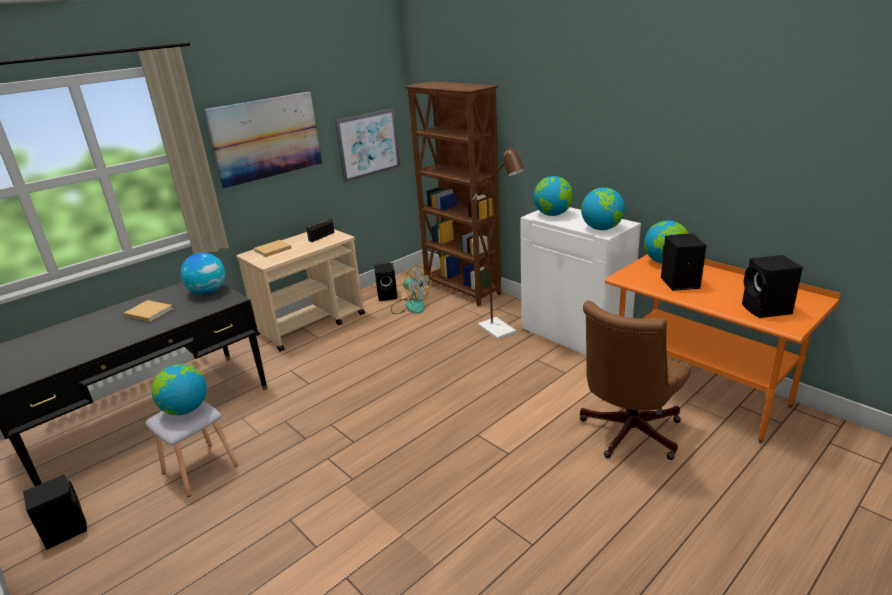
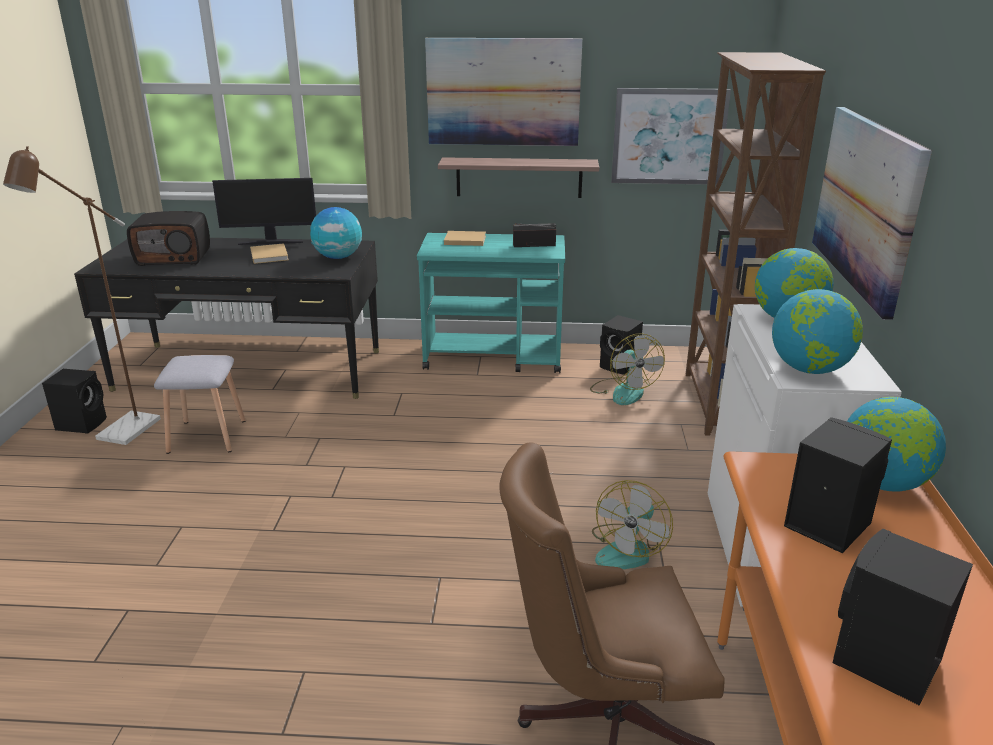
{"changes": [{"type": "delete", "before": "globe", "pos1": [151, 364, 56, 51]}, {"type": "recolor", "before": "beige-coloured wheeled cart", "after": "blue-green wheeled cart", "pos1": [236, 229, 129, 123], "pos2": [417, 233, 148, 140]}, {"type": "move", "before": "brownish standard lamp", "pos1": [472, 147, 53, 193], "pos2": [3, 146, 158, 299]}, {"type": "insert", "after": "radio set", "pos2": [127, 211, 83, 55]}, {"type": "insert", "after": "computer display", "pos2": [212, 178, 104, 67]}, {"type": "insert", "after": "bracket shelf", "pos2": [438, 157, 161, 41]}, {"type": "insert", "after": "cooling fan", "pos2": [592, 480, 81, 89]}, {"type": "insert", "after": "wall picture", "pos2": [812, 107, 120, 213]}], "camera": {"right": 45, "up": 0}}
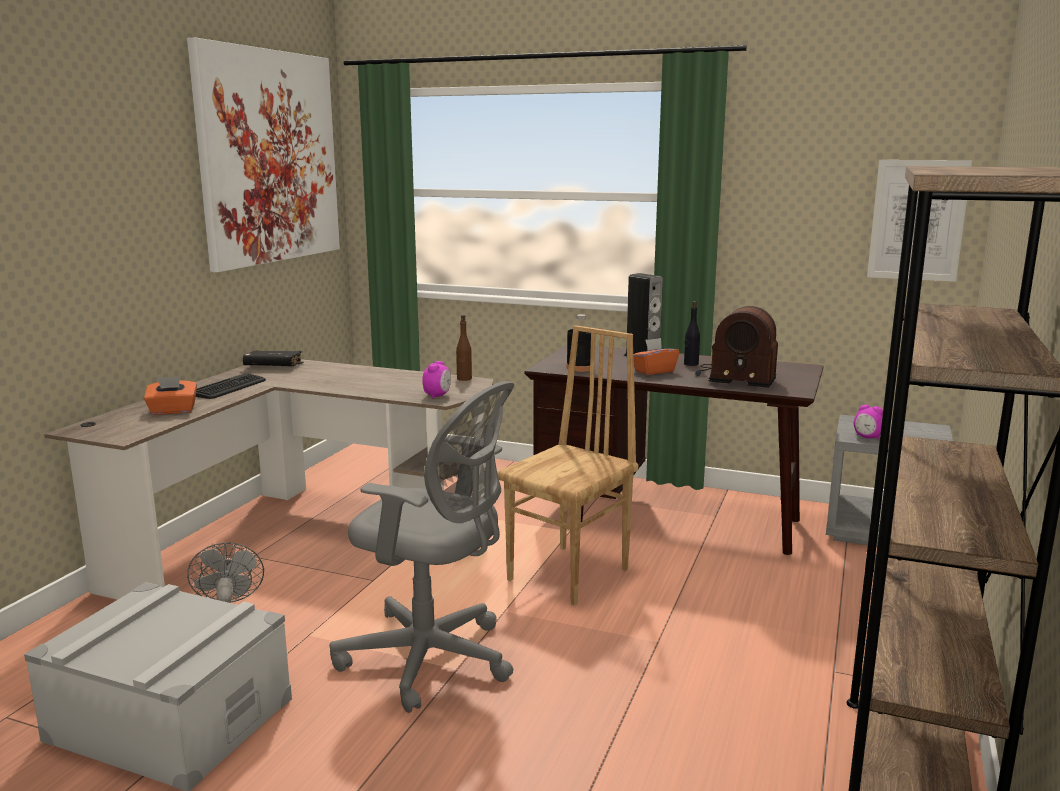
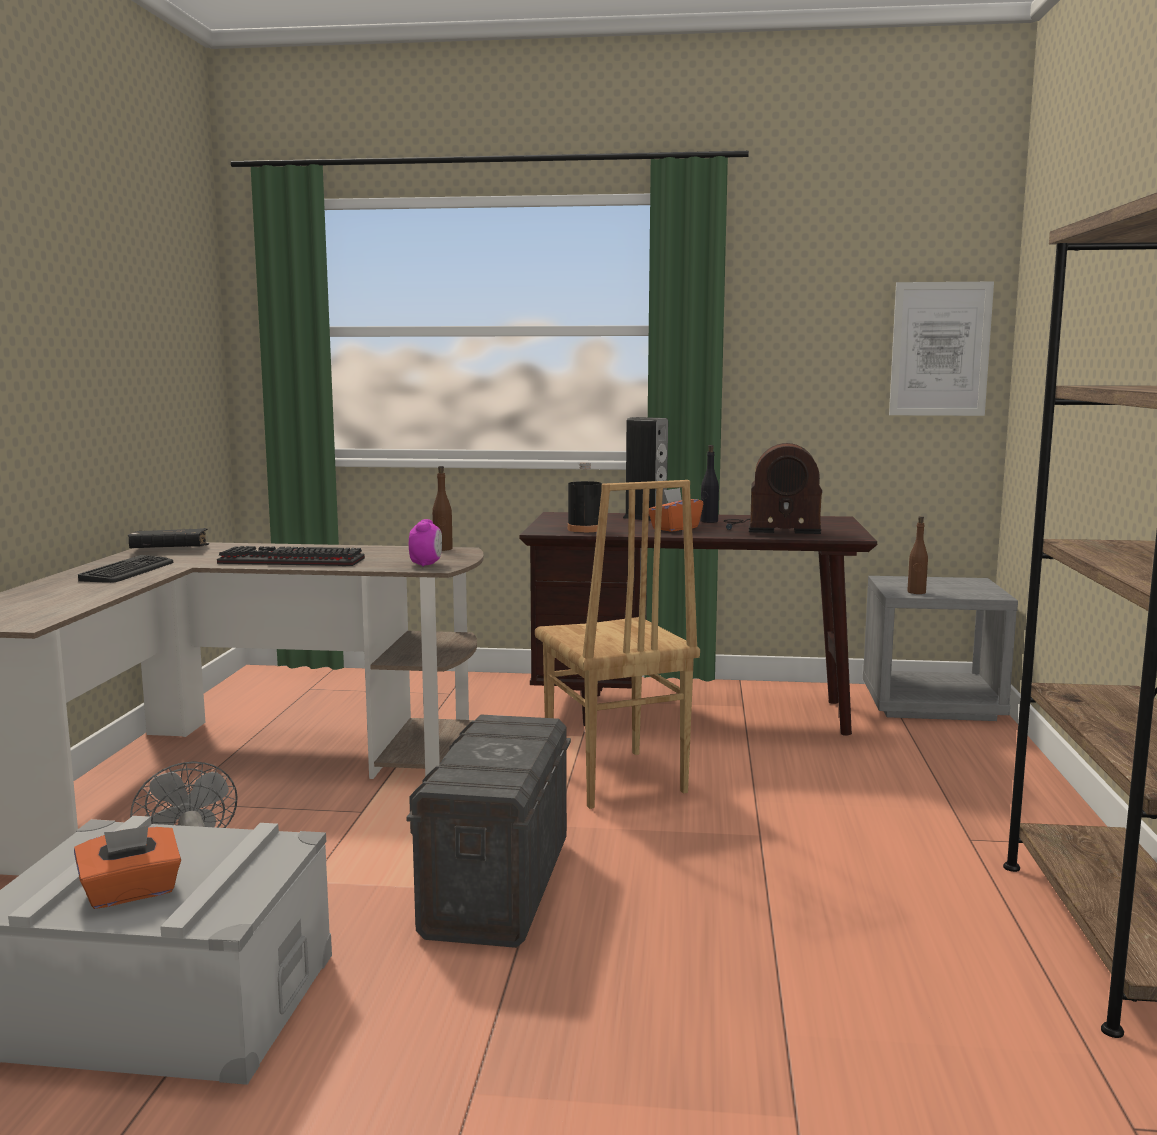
{"changes": [{"type": "move", "before": "orange-coloured tissue holder", "pos1": [144, 377, 53, 38], "pos2": [74, 826, 107, 83]}, {"type": "delete", "before": "wall picture", "pos1": [187, 37, 153, 235]}, {"type": "replace", "before": "grey computer chair", "after": "grey storage box", "pos1": [330, 381, 184, 332], "pos2": [406, 715, 165, 233]}, {"type": "rotate", "before": "brownish chair", "pos1": [497, 325, 142, 281], "pos2": [535, 480, 165, 329], "turn": 135}, {"type": "replace", "before": "alarm clock", "after": "brownish drink bottle", "pos1": [854, 405, 29, 34], "pos2": [907, 516, 21, 78]}, {"type": "insert", "after": "keyboard", "pos2": [217, 546, 148, 20]}], "camera": {"right": -15, "up": -5}}
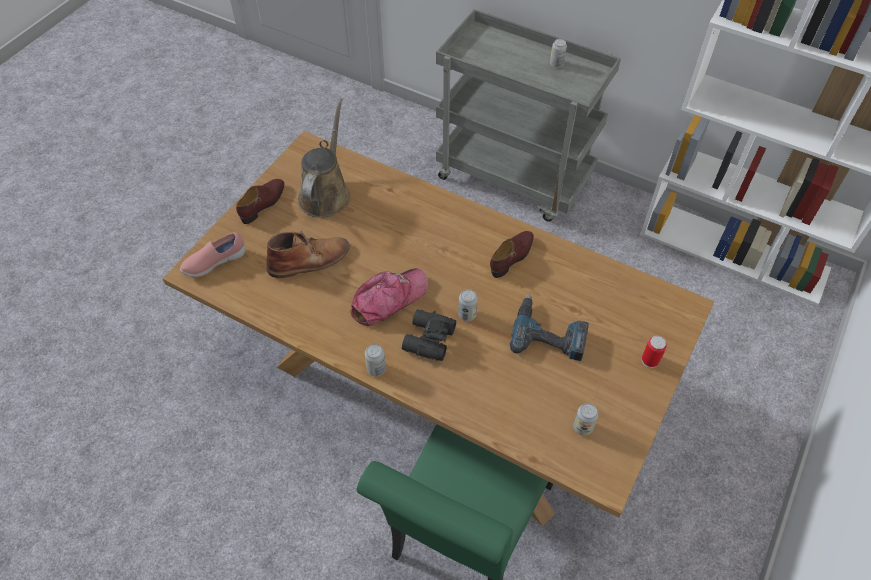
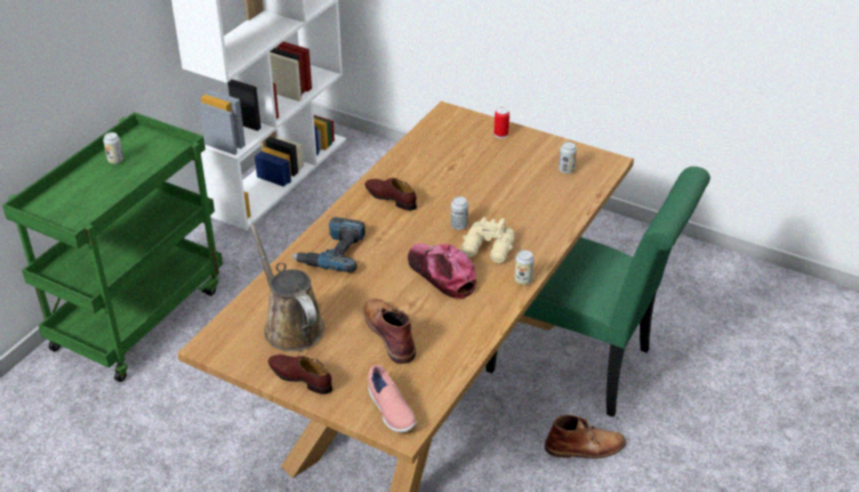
{"changes": [{"type": "rotate", "before": "brownish sprinkling can", "pos1": [298, 98, 52, 120], "pos2": [249, 223, 76, 128], "turn": 45}, {"type": "recolor", "before": "blackish field glasses", "after": "beige-coloured field glasses", "pos1": [402, 309, 54, 52], "pos2": [461, 217, 54, 46]}, {"type": "recolor", "before": "grey wheeled cart", "after": "greenish wheeled cart", "pos1": [436, 9, 185, 213], "pos2": [2, 112, 221, 270]}, {"type": "move", "before": "electric drill", "pos1": [510, 294, 79, 67], "pos2": [291, 217, 74, 56]}, {"type": "insert", "after": "brownish tall boot", "pos2": [544, 415, 82, 43]}], "camera": {"right": -90, "up": -15}}
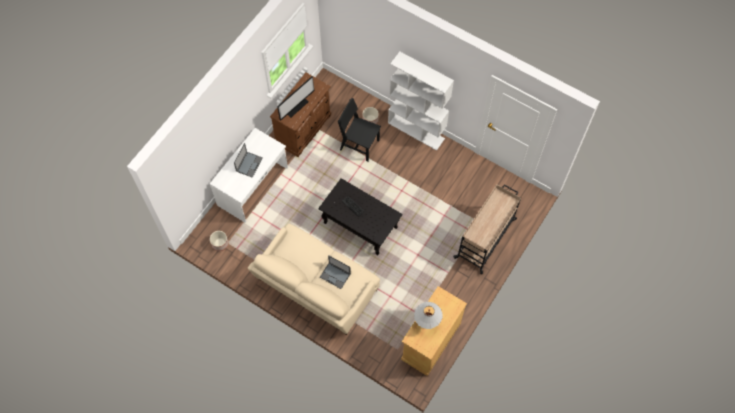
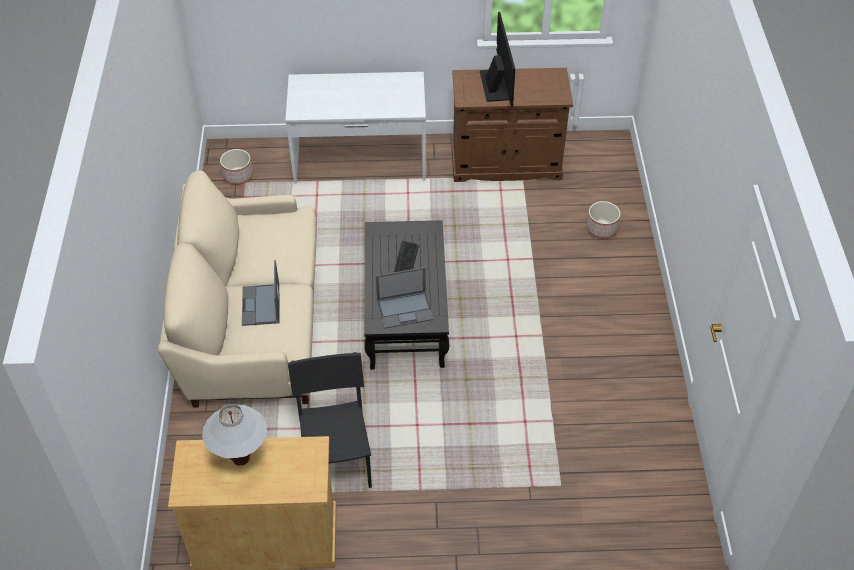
{"changes": [{"type": "move", "before": "portable computer", "pos1": [234, 143, 29, 35], "pos2": [376, 267, 58, 62]}, {"type": "rotate", "before": "computer display", "pos1": [277, 76, 37, 45], "pos2": [480, 12, 35, 95], "turn": -105}, {"type": "move", "before": "blackish chair", "pos1": [338, 98, 43, 63], "pos2": [288, 352, 84, 136]}, {"type": "delete", "before": "white shelving unit", "pos1": [388, 52, 66, 99]}, {"type": "delete", "before": "beige-coloured wheeled cart", "pos1": [453, 184, 68, 90]}], "camera": {"right": 55, "up": -15}}
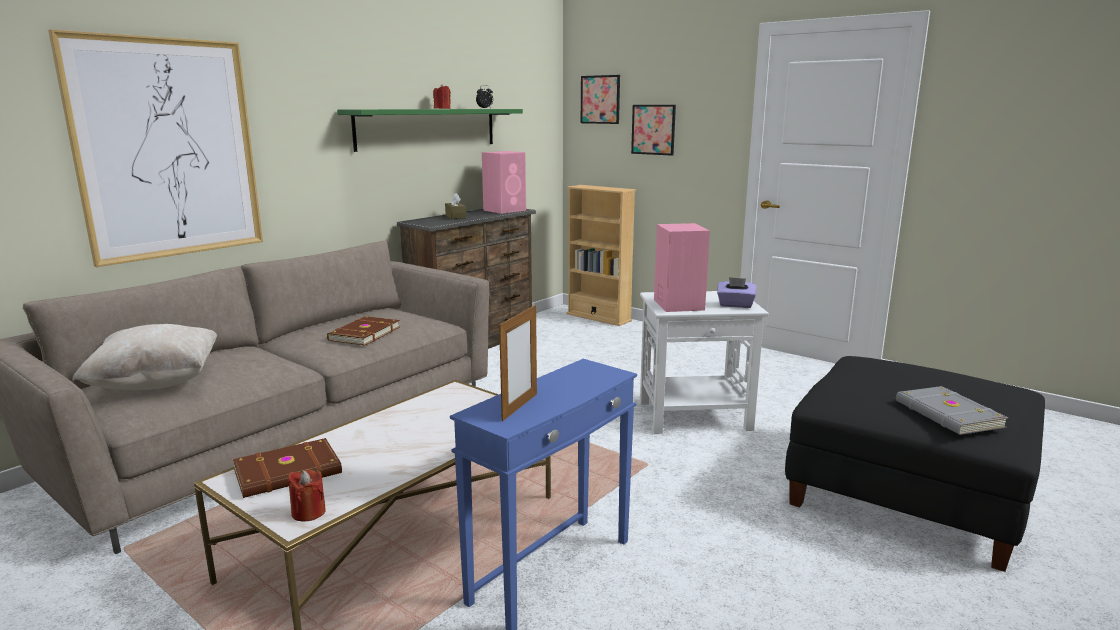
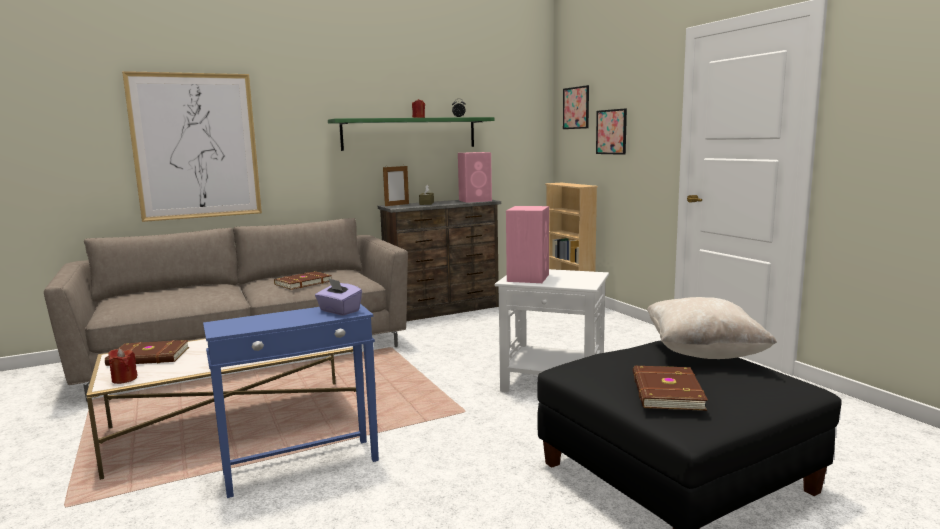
{"changes": [{"type": "move", "before": "beige-coloured cushion", "pos1": [72, 324, 145, 66], "pos2": [647, 297, 130, 62]}, {"type": "move", "before": "picture frame", "pos1": [499, 304, 38, 117], "pos2": [383, 166, 26, 40]}, {"type": "move", "before": "purple-coloured tissue holder", "pos1": [717, 277, 39, 31], "pos2": [315, 278, 47, 38]}, {"type": "recolor", "before": "grey volume", "after": "brownish volume", "pos1": [896, 386, 112, 49], "pos2": [633, 366, 75, 45]}], "camera": {"right": 25, "up": -5}}
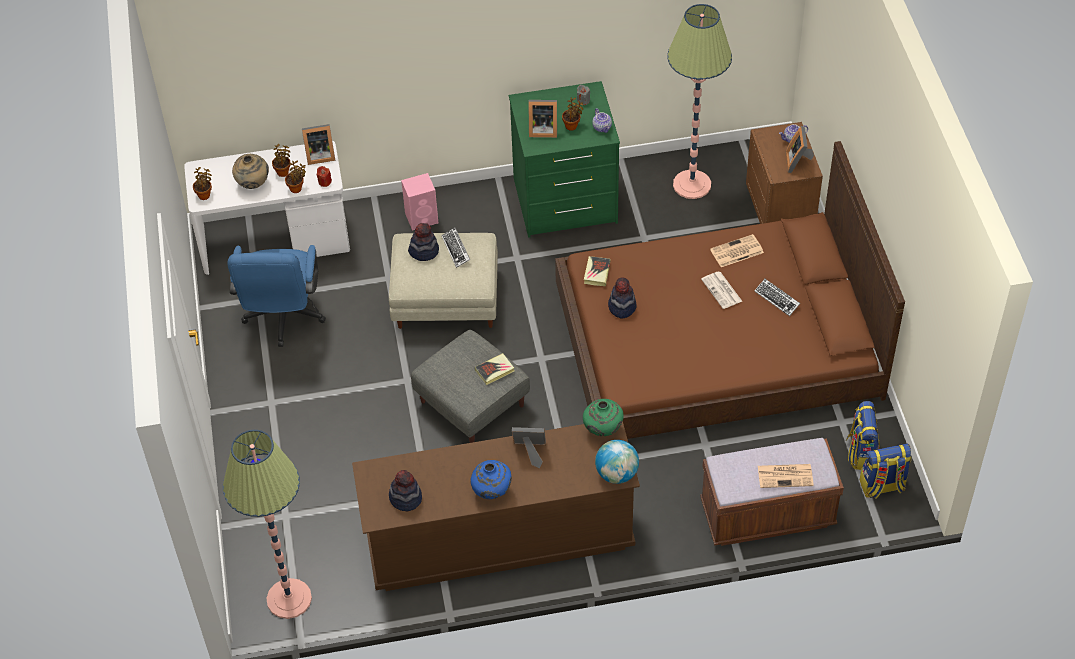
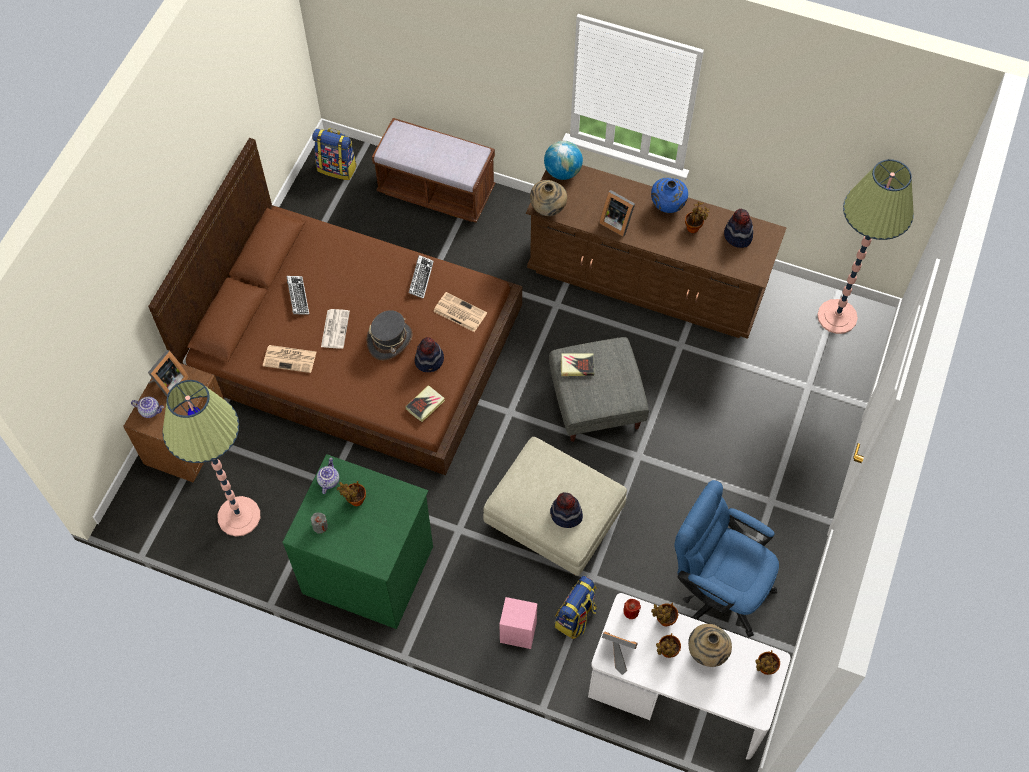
{"changes": [{"type": "rotate", "before": "blue computer chair", "pos1": [227, 245, 99, 102], "pos2": [674, 480, 105, 157], "turn": -90}, {"type": "move", "before": "keyboard", "pos1": [441, 228, 29, 40], "pos2": [409, 255, 25, 44]}, {"type": "delete", "before": "picture frame", "pos1": [529, 100, 28, 38]}, {"type": "recolor", "before": "greenish flower vase", "after": "beige-coloured flower vase", "pos1": [583, 399, 41, 37], "pos2": [530, 180, 37, 36]}, {"type": "move", "before": "daily paper", "pos1": [758, 464, 56, 24], "pos2": [433, 292, 54, 40]}, {"type": "move", "before": "backpack", "pos1": [846, 401, 34, 69], "pos2": [555, 576, 42, 63]}, {"type": "insert", "after": "grey wearable hat", "pos2": [367, 310, 45, 50]}, {"type": "insert", "after": "potted plant", "pos2": [685, 202, 25, 31]}], "camera": {"right": -150, "up": 10}}
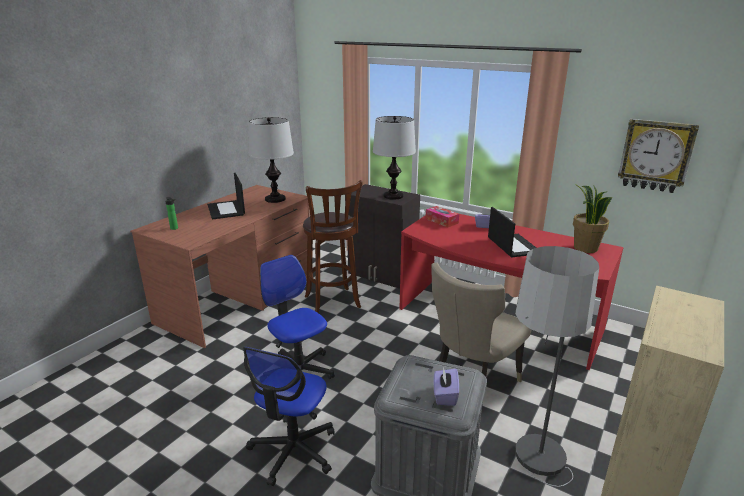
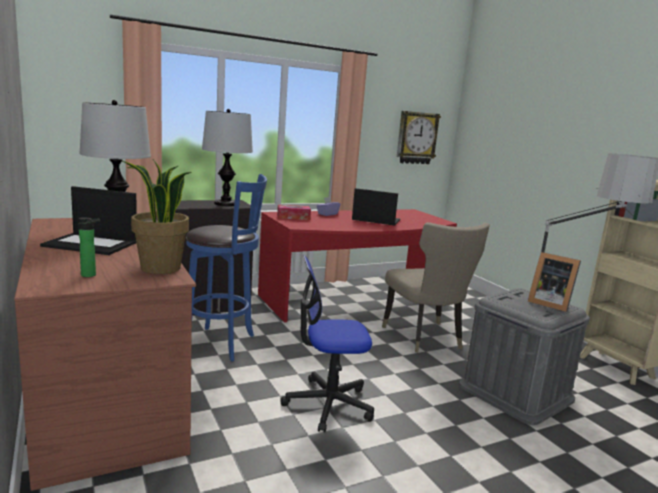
{"changes": [{"type": "delete", "before": "computer chair", "pos1": [243, 347, 92, 139]}, {"type": "recolor", "before": "brownish sitting stool", "after": "blue sitting stool", "pos1": [303, 180, 60, 133], "pos2": [186, 174, 81, 188]}, {"type": "replace", "before": "purple-coloured tissue holder", "after": "picture frame", "pos1": [434, 367, 25, 39], "pos2": [528, 252, 53, 60]}, {"type": "move", "before": "potted plant", "pos1": [573, 184, 39, 69], "pos2": [123, 159, 69, 115]}], "camera": {"right": -60, "up": -10}}
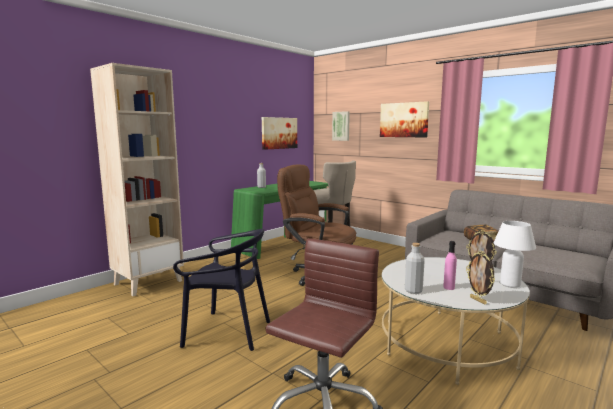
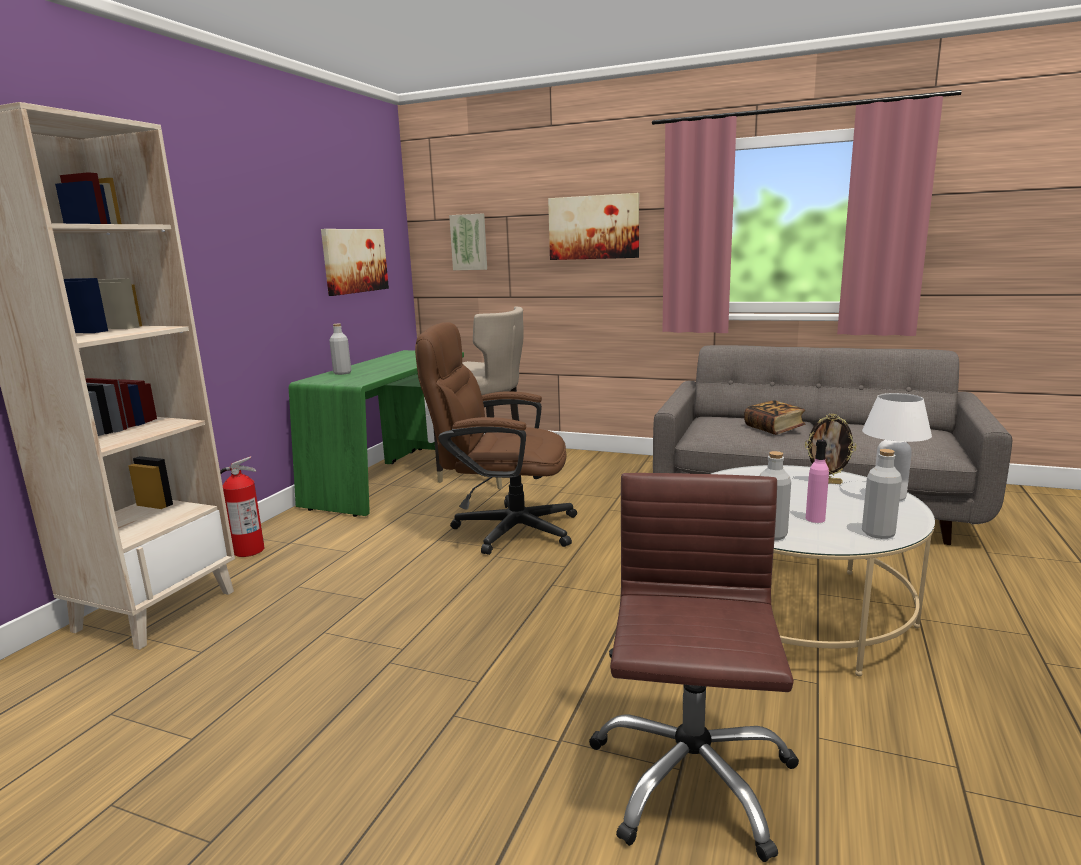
{"changes": [{"type": "delete", "before": "blackish chair", "pos1": [173, 229, 97, 122]}, {"type": "replace", "before": "picture frame", "after": "grey drink bottle", "pos1": [466, 251, 29, 53], "pos2": [862, 449, 40, 90]}, {"type": "insert", "after": "fire-fighting cylinder", "pos2": [220, 456, 45, 101]}], "camera": {"right": -20, "up": 5}}
